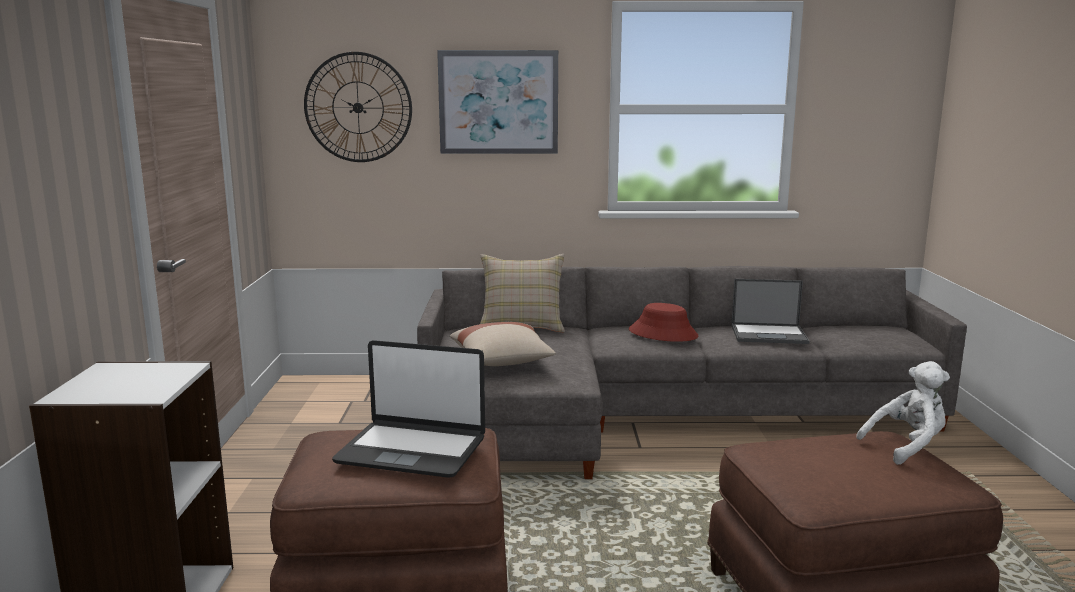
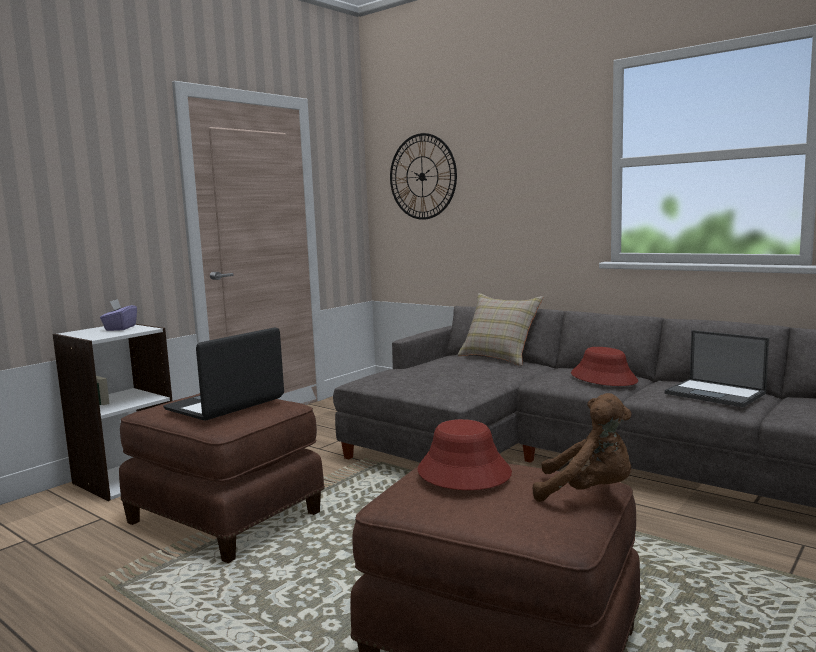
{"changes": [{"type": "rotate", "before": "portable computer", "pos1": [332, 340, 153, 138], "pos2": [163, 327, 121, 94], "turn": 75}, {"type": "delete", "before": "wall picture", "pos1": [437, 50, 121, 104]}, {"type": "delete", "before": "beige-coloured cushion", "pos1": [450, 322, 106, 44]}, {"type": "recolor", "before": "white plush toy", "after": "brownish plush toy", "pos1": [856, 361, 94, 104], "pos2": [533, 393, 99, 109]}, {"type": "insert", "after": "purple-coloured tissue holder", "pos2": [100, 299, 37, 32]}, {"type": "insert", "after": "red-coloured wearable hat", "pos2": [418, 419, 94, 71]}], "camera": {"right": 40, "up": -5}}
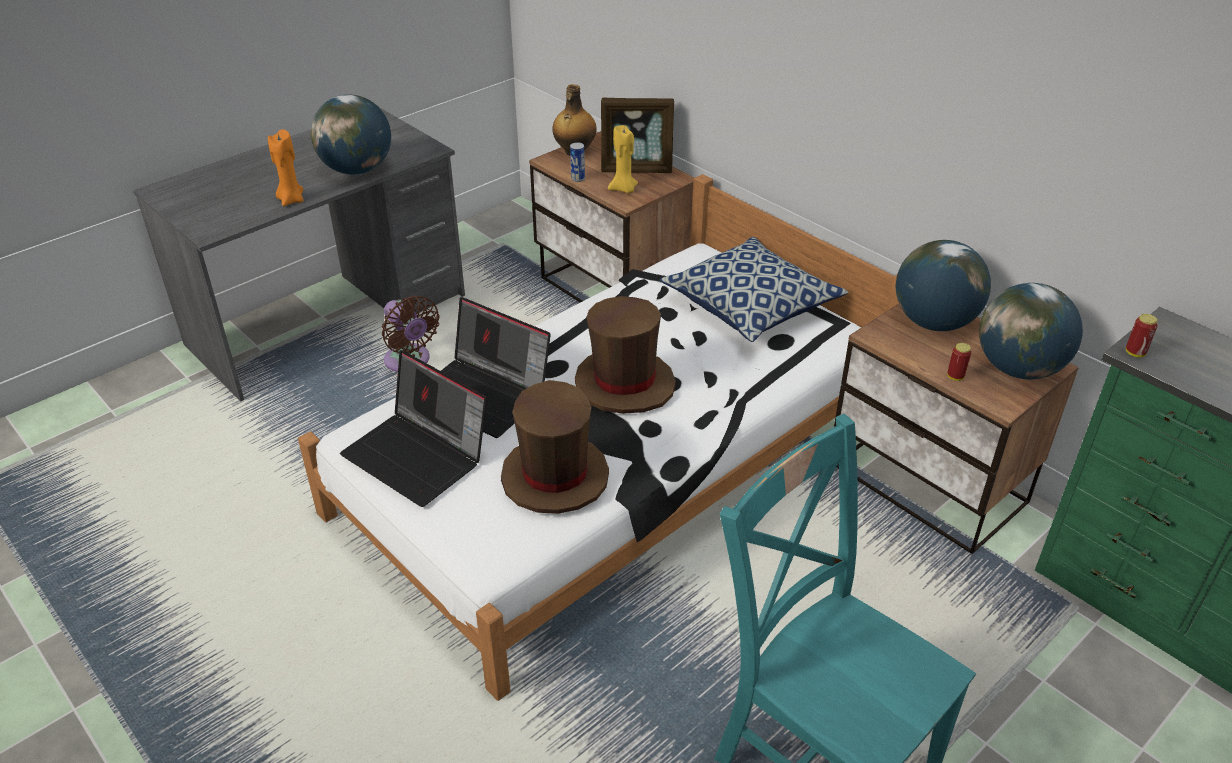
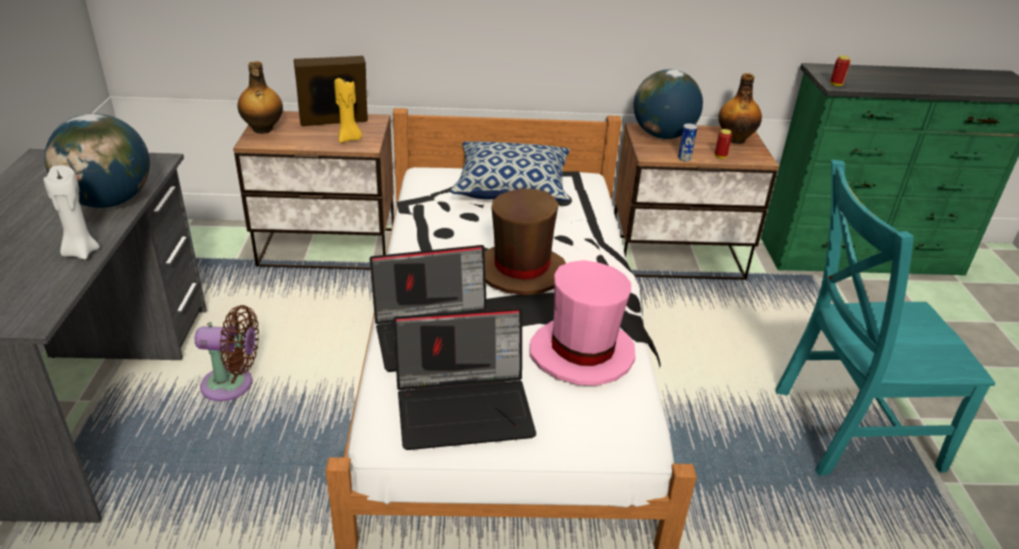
{"changes": [{"type": "recolor", "before": "orange-coloured wax light", "after": "white wax light", "pos1": [268, 129, 36, 77], "pos2": [43, 165, 57, 95]}, {"type": "recolor", "before": "brownish wearable hat", "after": "pink-coloured wearable hat", "pos1": [501, 380, 108, 134], "pos2": [530, 260, 106, 126]}, {"type": "move", "before": "sealed can", "pos1": [570, 142, 15, 40], "pos2": [678, 123, 19, 39]}, {"type": "rotate", "before": "picture frame", "pos1": [601, 98, 73, 75], "pos2": [294, 56, 74, 70], "turn": -150}, {"type": "replace", "before": "globe", "after": "drink bottle", "pos1": [979, 283, 104, 96], "pos2": [718, 73, 44, 71]}], "camera": {"right": -50, "up": -5}}
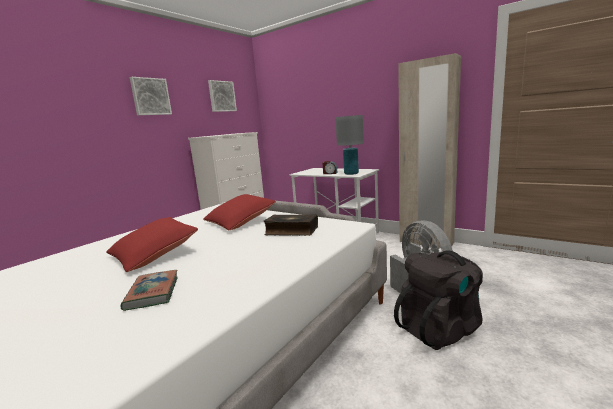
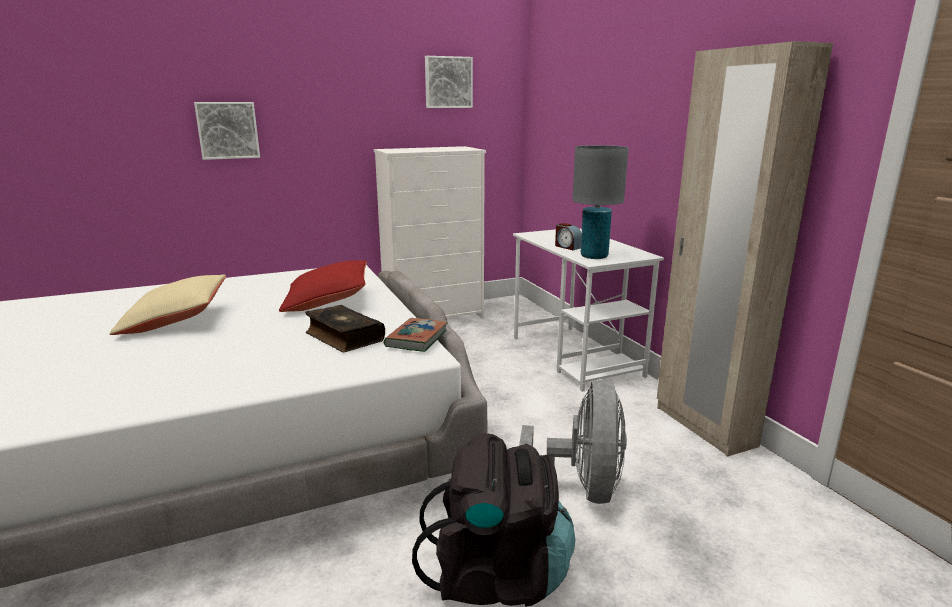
{"changes": [{"type": "recolor", "before": "red-coloured cushion", "after": "beige-coloured cushion", "pos1": [106, 217, 92, 55], "pos2": [109, 275, 117, 60]}, {"type": "move", "before": "volume", "pos1": [120, 270, 58, 41], "pos2": [384, 318, 64, 34]}, {"type": "move", "before": "wall picture", "pos1": [130, 77, 42, 38], "pos2": [194, 102, 66, 58]}], "camera": {"right": 30, "up": 5}}
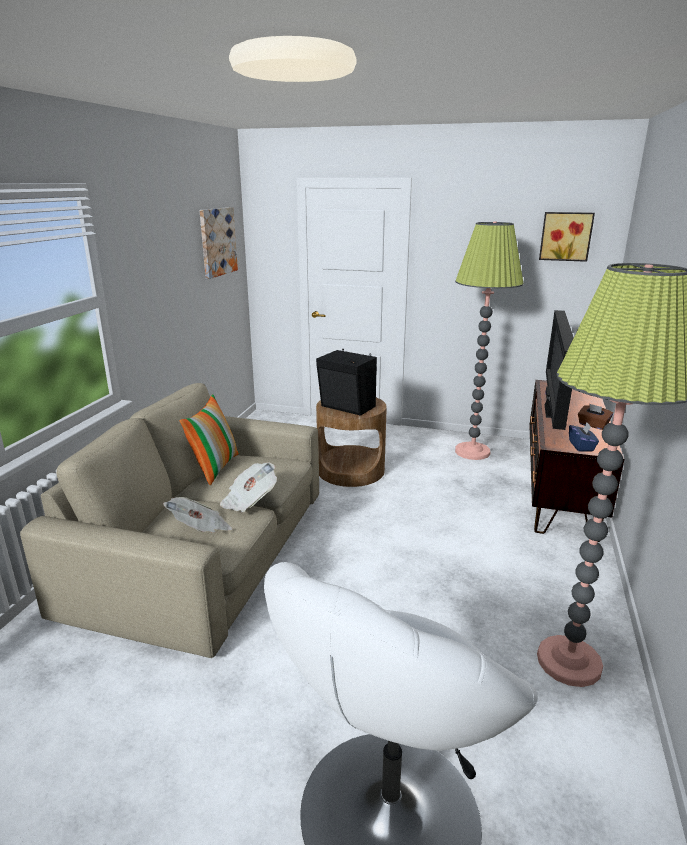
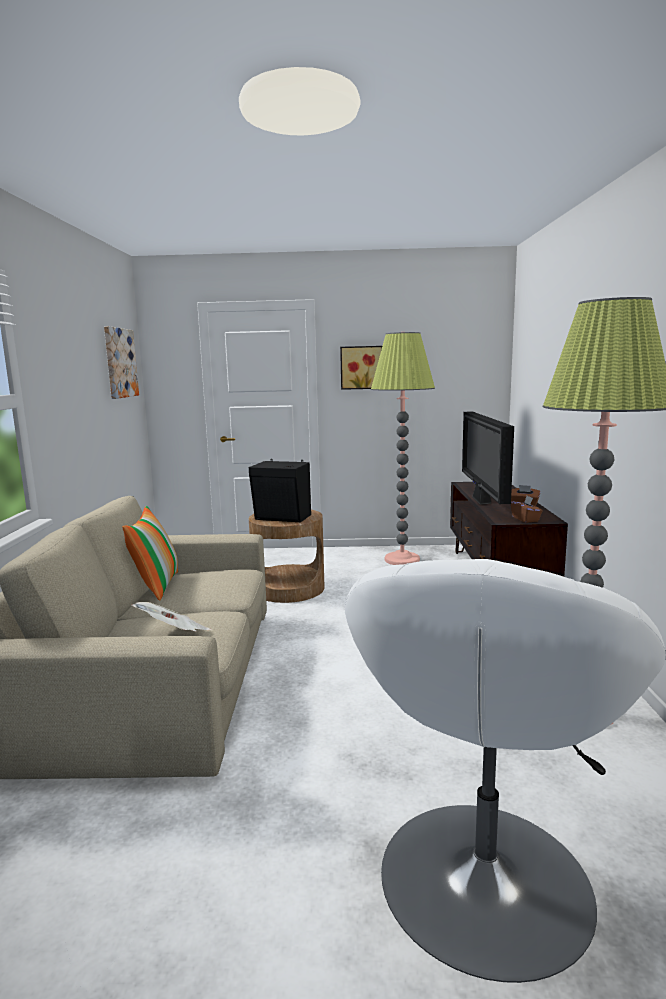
{"changes": [{"type": "delete", "before": "daily paper", "pos1": [220, 463, 57, 50]}, {"type": "move", "before": "wall picture", "pos1": [539, 212, 56, 50], "pos2": [340, 346, 42, 44]}, {"type": "recolor", "before": "blue tissue holder", "after": "brownish tissue holder", "pos1": [569, 422, 30, 29], "pos2": [511, 496, 32, 27]}], "camera": {"right": -15, "up": -10}}
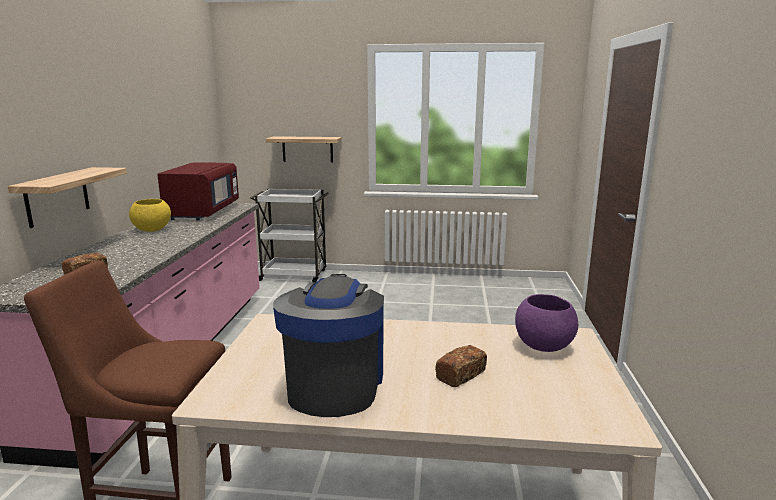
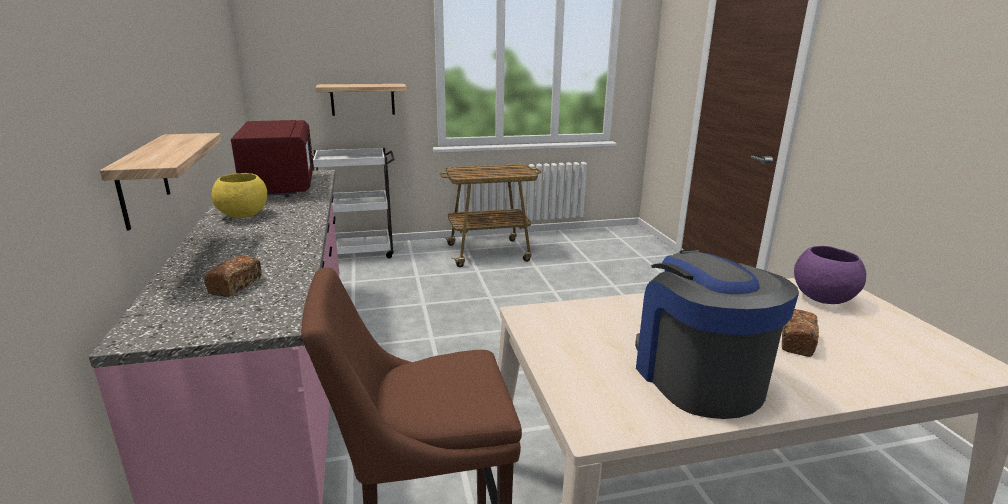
{"changes": [{"type": "insert", "after": "wheeled cart", "pos2": [440, 164, 101, 103]}], "camera": {"right": -20, "up": 5}}
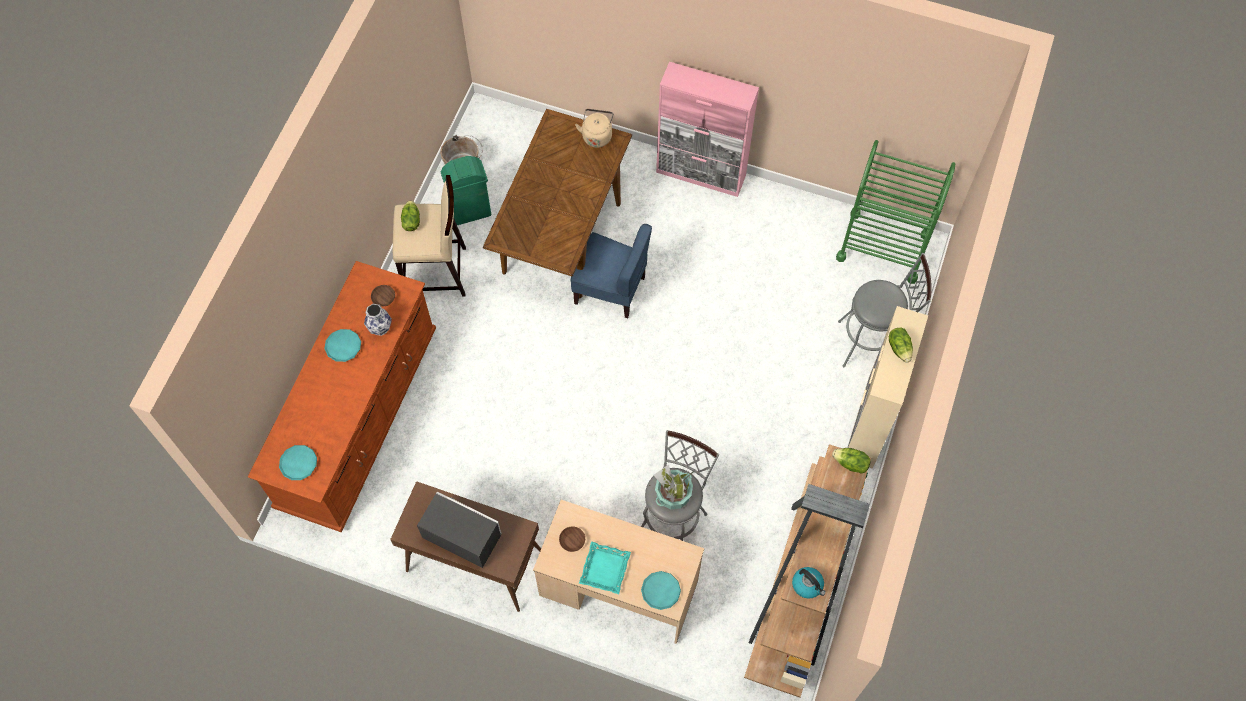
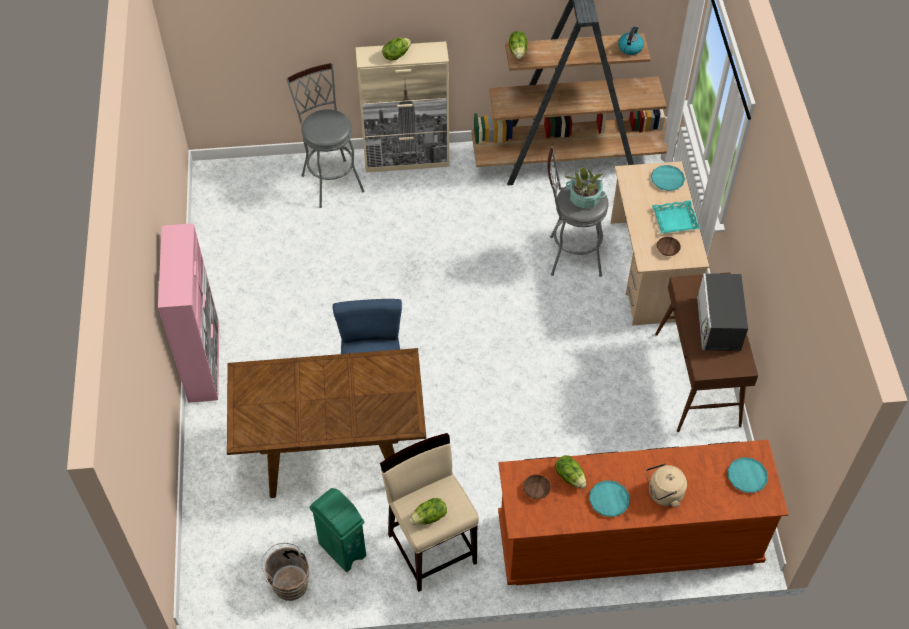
{"changes": [{"type": "replace", "before": "flower vase", "after": "lettuce", "pos1": [364, 304, 28, 32], "pos2": [555, 455, 31, 34]}, {"type": "move", "before": "beige-coloured tea kettle", "pos1": [575, 109, 38, 39], "pos2": [645, 463, 42, 44]}, {"type": "delete", "before": "greenish wheeled cart", "pos1": [836, 140, 119, 144]}], "camera": {"right": -115, "up": -10}}
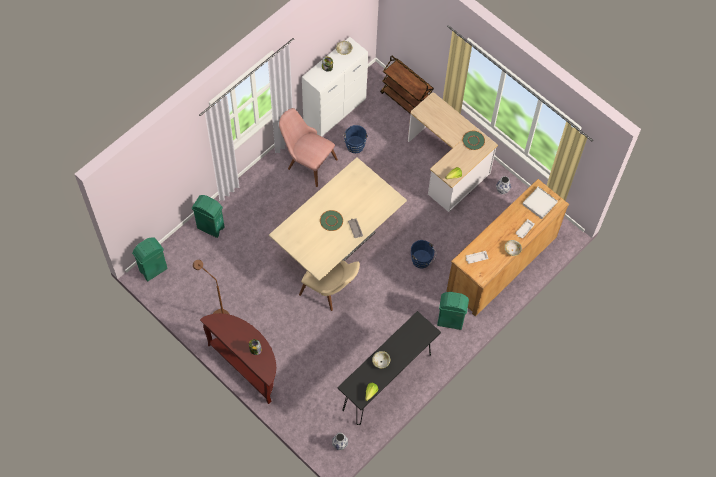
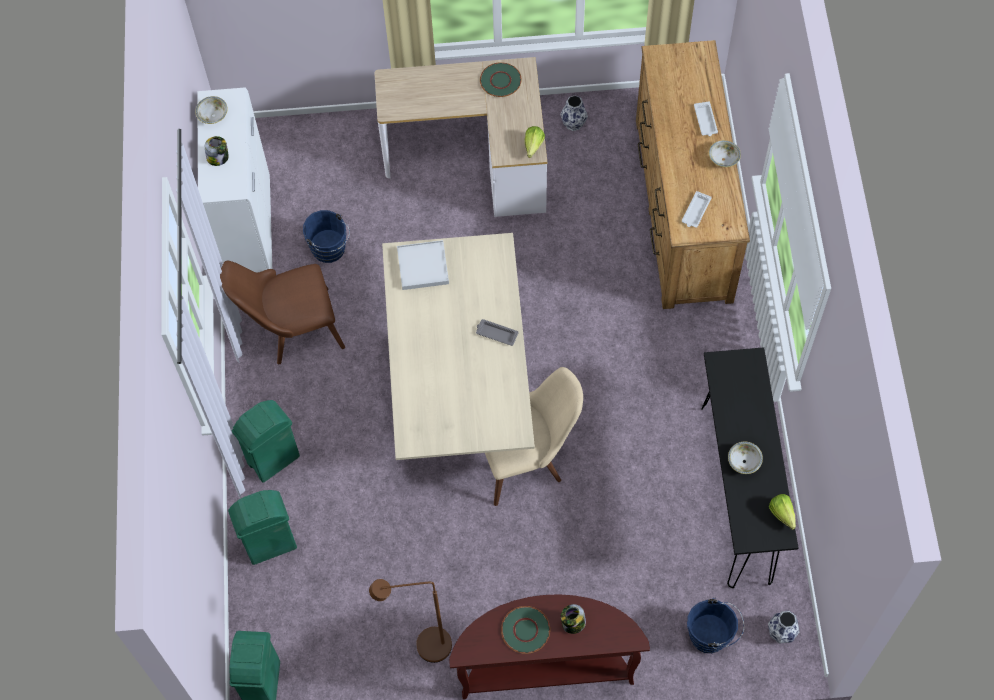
{"changes": [{"type": "recolor", "before": "pink-coloured chair", "after": "brownish chair", "pos1": [279, 108, 59, 79], "pos2": [220, 260, 125, 104]}, {"type": "move", "before": "greenish plate", "pos1": [320, 210, 23, 21], "pos2": [501, 606, 49, 48]}, {"type": "delete", "before": "brownish wheeled cart", "pos1": [380, 55, 54, 59]}, {"type": "move", "before": "blue bucket", "pos1": [411, 240, 25, 29], "pos2": [687, 598, 58, 55]}, {"type": "move", "before": "greenish trash can", "pos1": [437, 292, 32, 38], "pos2": [232, 400, 68, 83]}, {"type": "move", "before": "white serving tray", "pos1": [522, 187, 36, 32], "pos2": [397, 240, 52, 50]}], "camera": {"right": -45, "up": 0}}
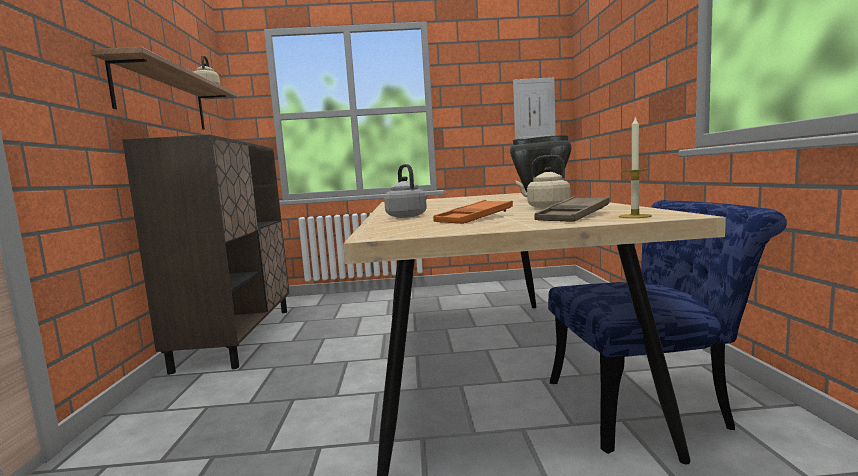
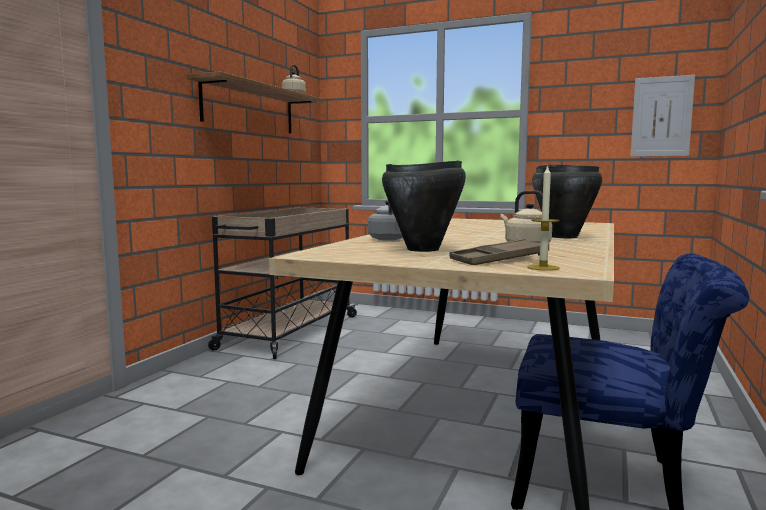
{"changes": [{"type": "replace", "before": "brownish storage cabinet", "after": "beige-coloured wheeled cart", "pos1": [122, 134, 167, 240], "pos2": [208, 207, 150, 152]}, {"type": "replace", "before": "orange-coloured serving tray", "after": "blackish cooking pot", "pos1": [433, 200, 80, 24], "pos2": [382, 160, 84, 92]}], "camera": {"right": 25, "up": 0}}
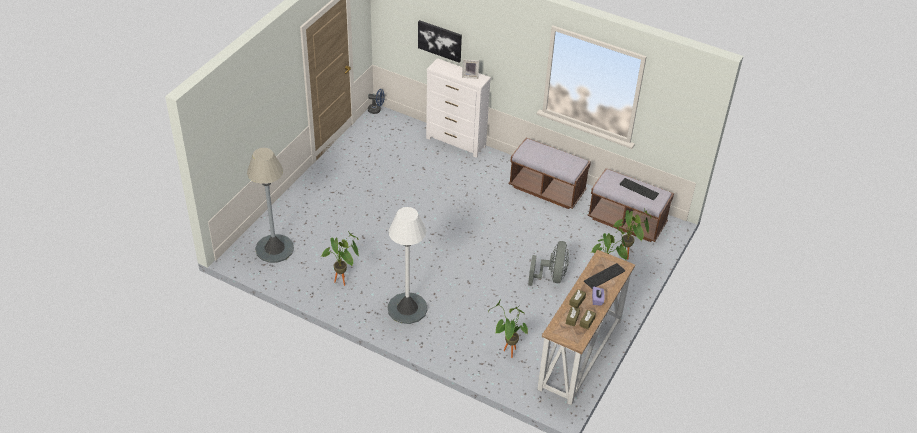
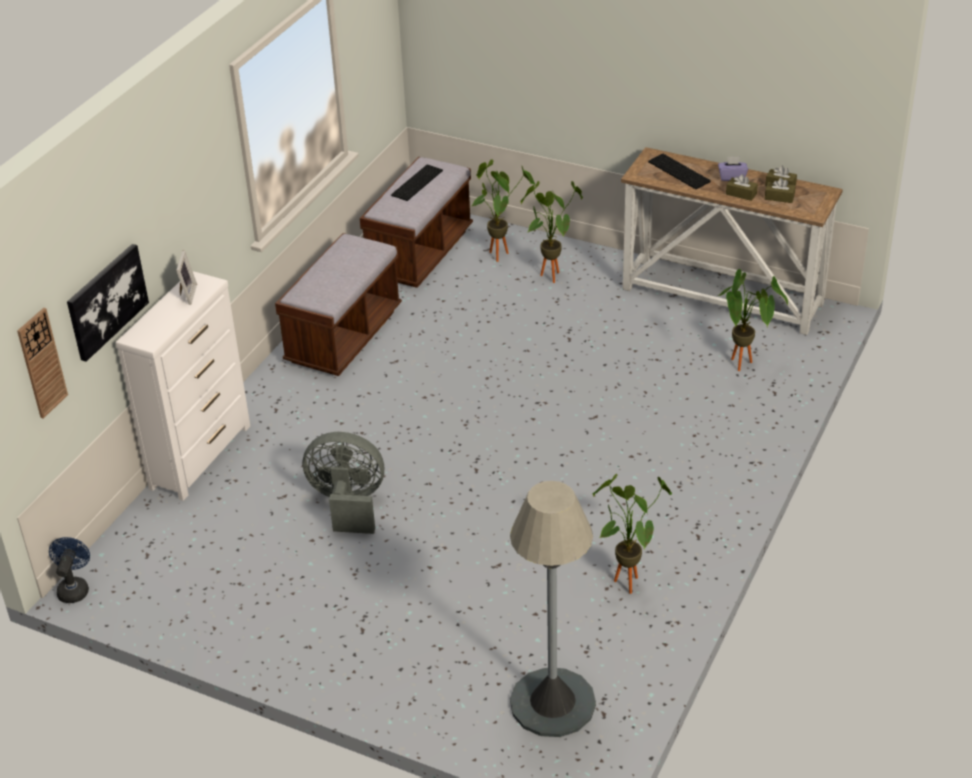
{"changes": [{"type": "delete", "before": "white standard lamp", "pos1": [387, 207, 41, 117]}, {"type": "move", "before": "grey cooling fan", "pos1": [528, 241, 41, 45], "pos2": [302, 432, 82, 102]}, {"type": "insert", "after": "wall clock", "pos2": [17, 308, 51, 110]}], "camera": {"right": -90, "up": -5}}
